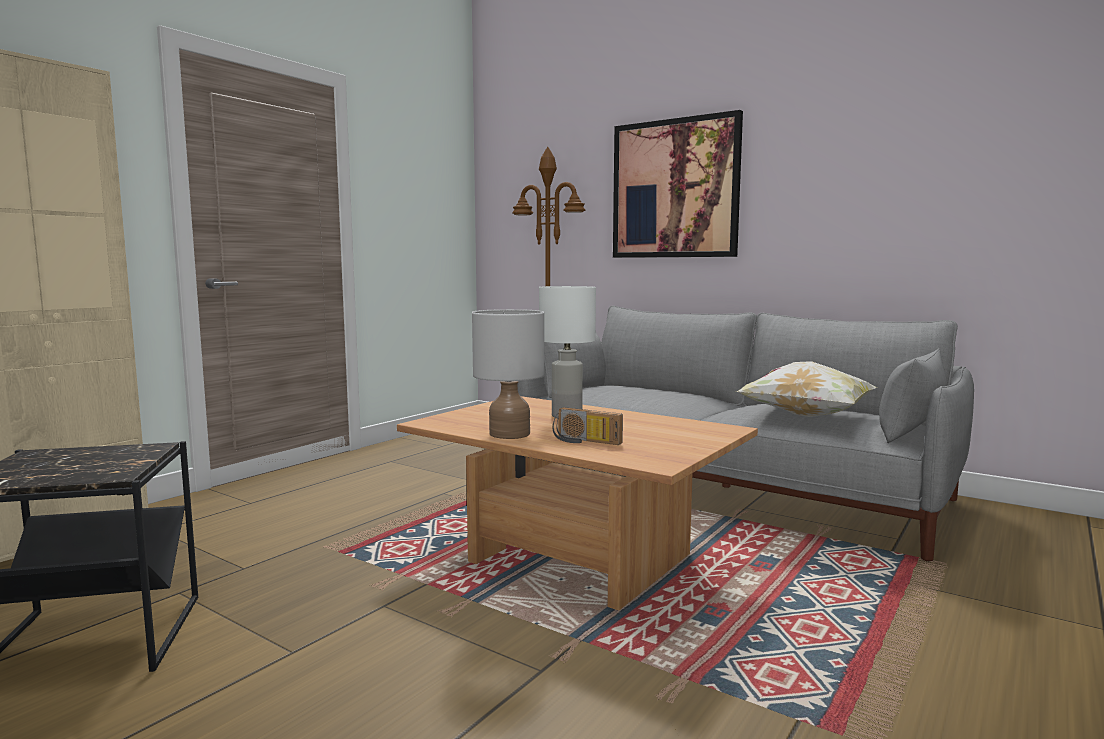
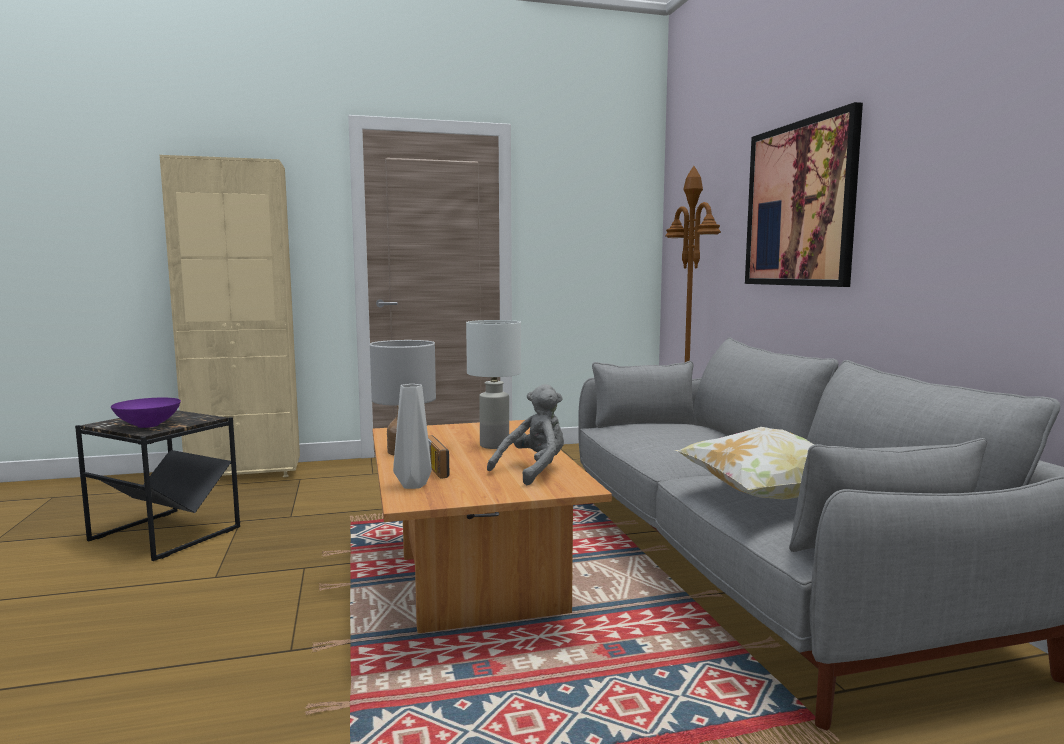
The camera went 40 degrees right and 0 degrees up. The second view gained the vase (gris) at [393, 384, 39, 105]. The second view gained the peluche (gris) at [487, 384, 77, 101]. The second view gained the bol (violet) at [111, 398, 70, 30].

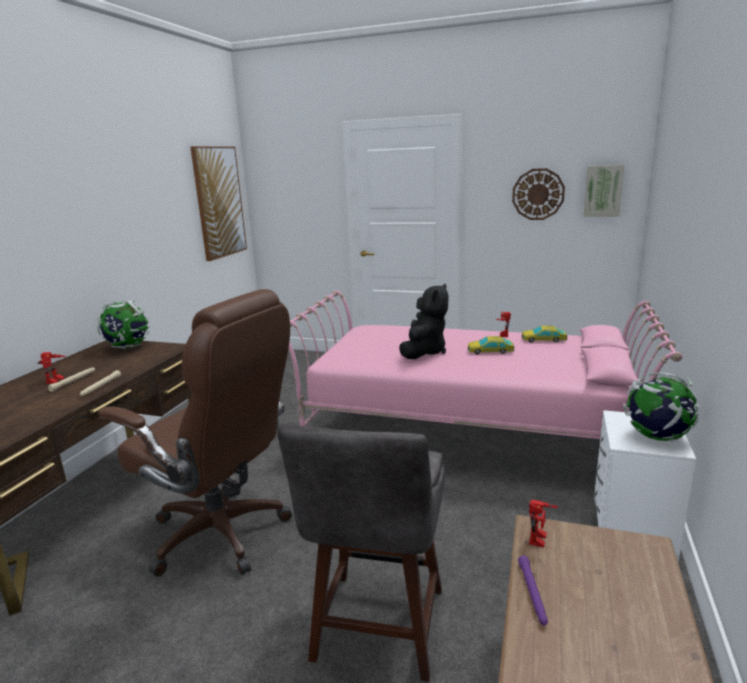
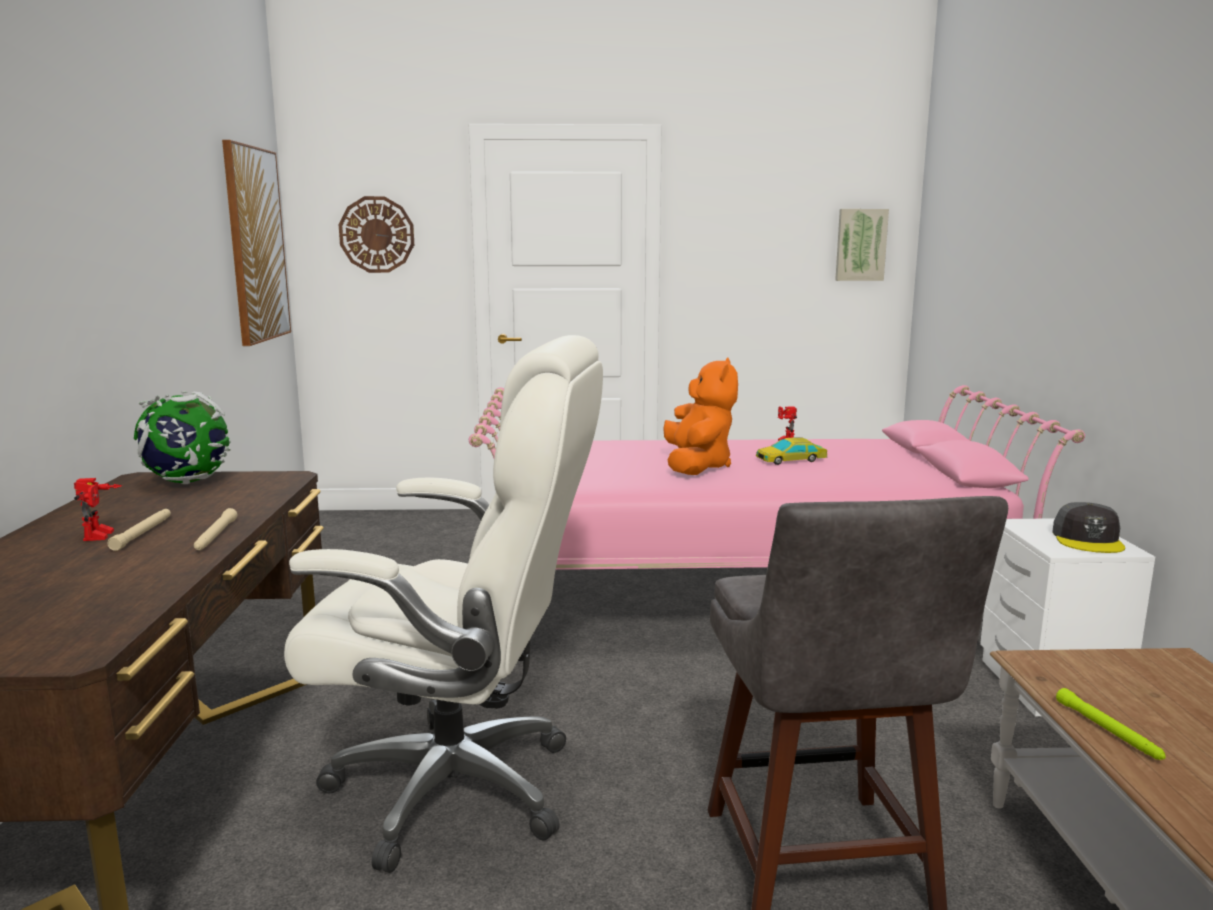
The camera went 20 degrees left and 5 degrees down. The horloge murale ended up elsewhere, having gone from [512, 168, 53, 52] to [339, 196, 75, 77]. What was the peluche (noir) at [399, 284, 50, 75] turned into the peluche (orange) at [663, 357, 75, 118]. What was the chaise de bureau (marron) at [98, 289, 194, 288] turned into the chaise de bureau (blanc) at [284, 335, 319, 538]. The second view lost the petite voiture at [522, 326, 45, 17]. Where the globe stood at [623, 373, 76, 68], the casquette (gris) came to stand at [1052, 502, 73, 51]. The second view lost the robot jouet at [529, 500, 30, 47]. What was the lampe de poche (violet) at [518, 555, 30, 71] turned into the lampe de poche (vert) at [1056, 688, 110, 72].

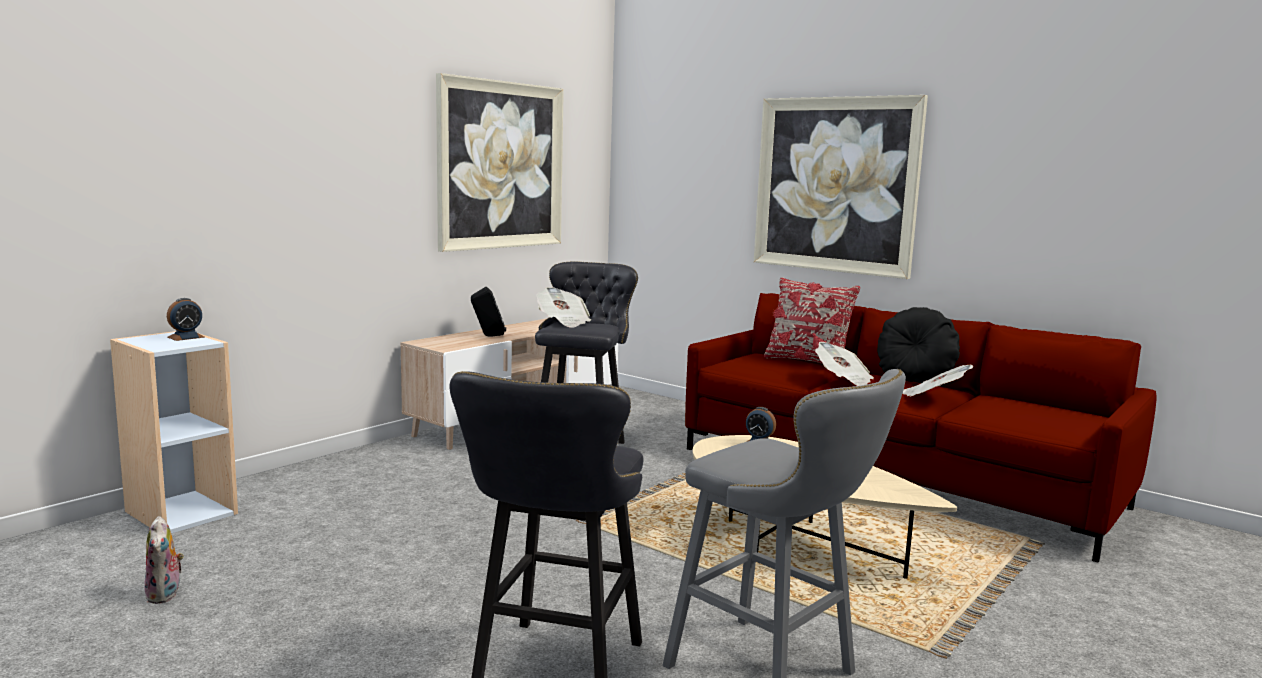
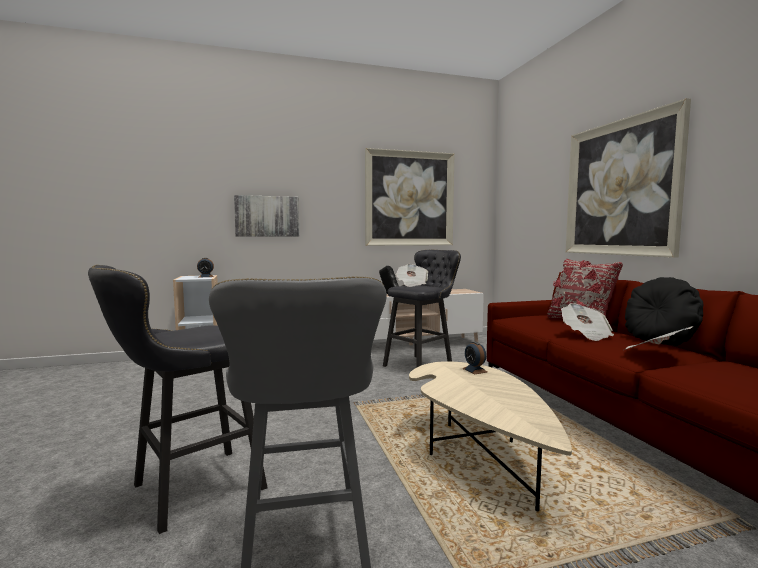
The camera went 35 degrees right and 5 degrees down. The second view lost the peluche at [145, 516, 39, 88]. The second view gained the tableau at [234, 195, 65, 42].

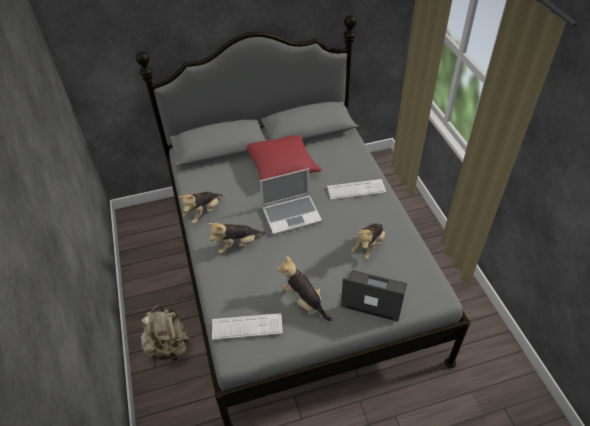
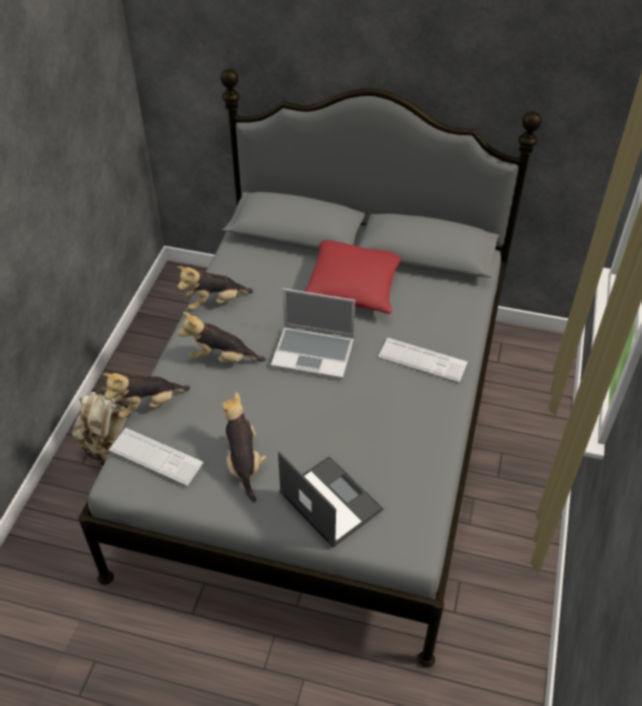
The camera went 30 degrees right and 0 degrees up. The peluche ended up elsewhere, having gone from [351, 223, 34, 37] to [102, 373, 88, 45].

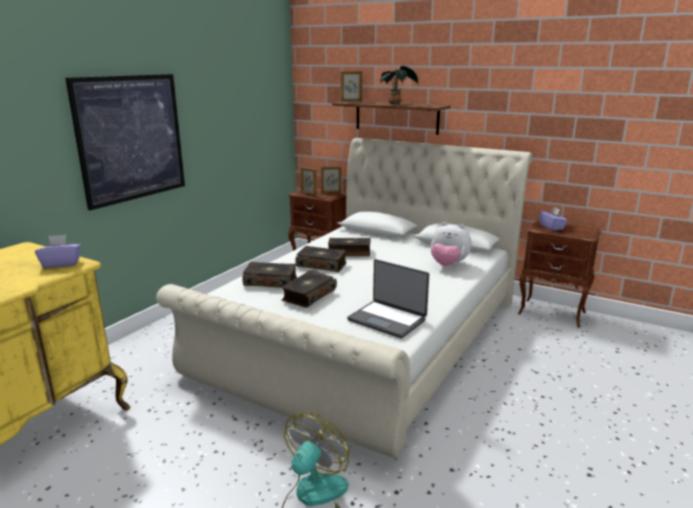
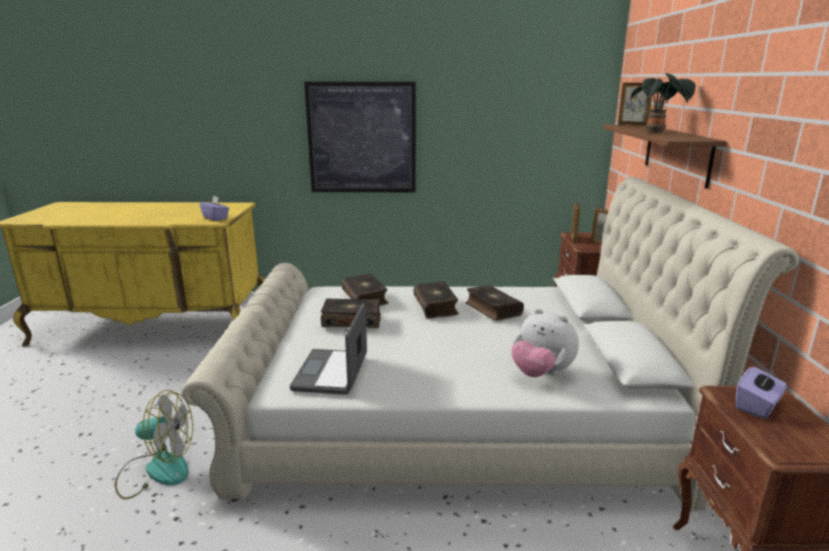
The camera went 60 degrees right and 0 degrees up. The peluche at [431, 222, 41, 44] ended up facing another way, 45 degrees counterclockwise from before.

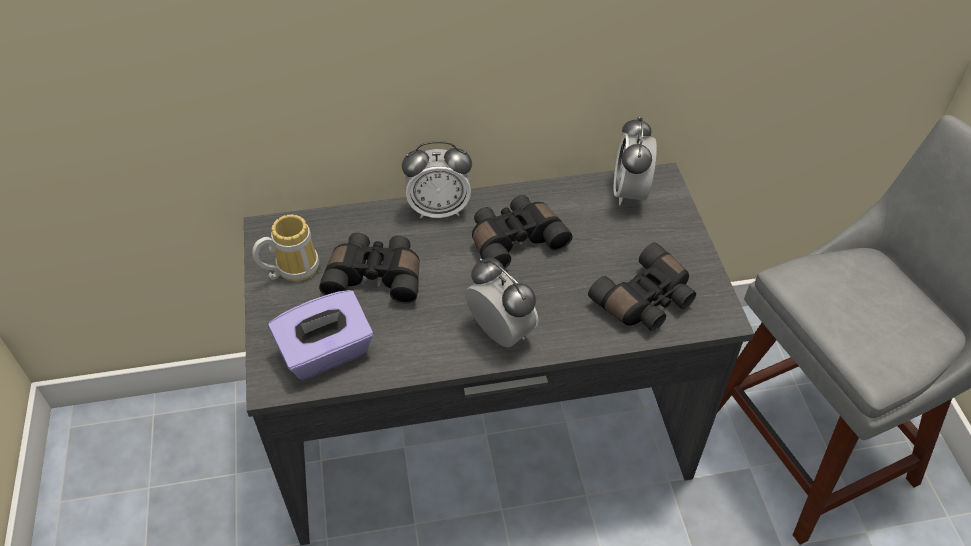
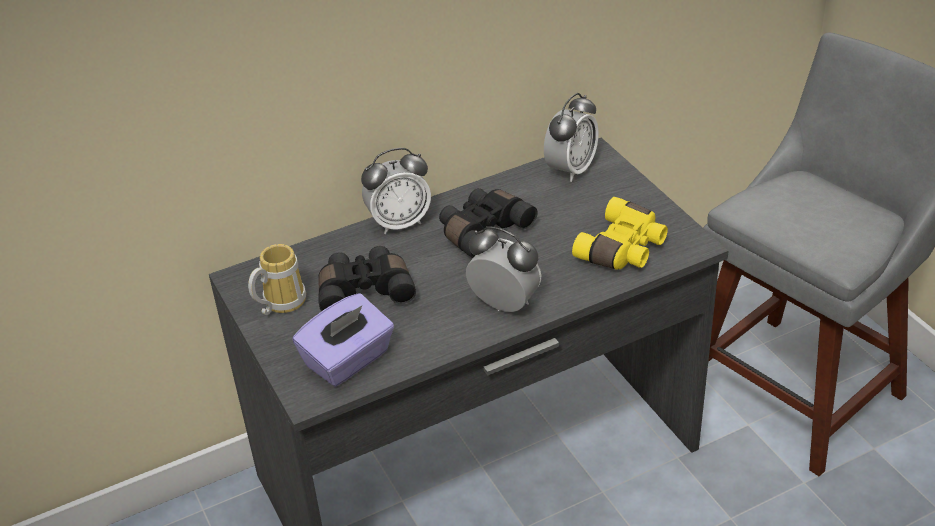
The camera went 15 degrees left and 10 degrees down. The réveil at [614, 116, 43, 89] ended up facing another way, 135 degrees counterclockwise from before. What was the jumelles (noir) at [588, 242, 108, 89] turned into the jumelles (jaune) at [572, 197, 96, 73].

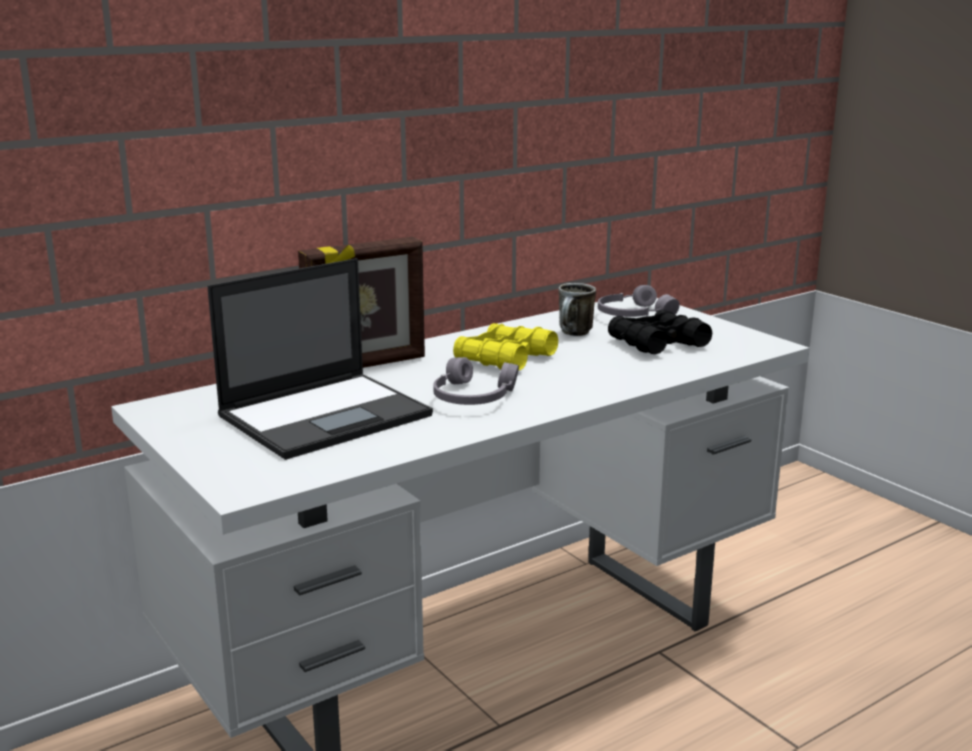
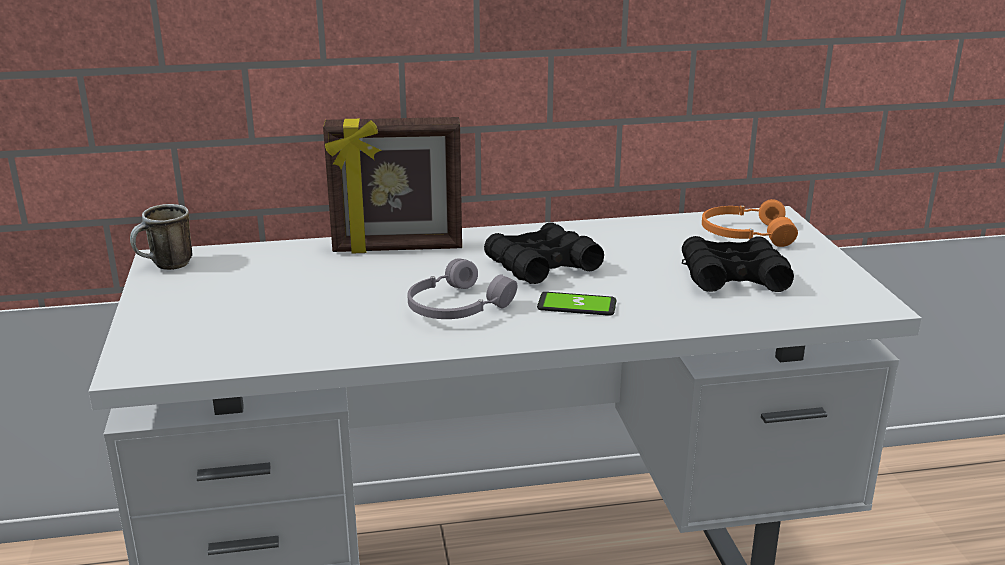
The camera went 25 degrees right and 5 degrees up. The second view lost the ordinateur portable at [207, 258, 226, 202]. The mug ended up elsewhere, having gone from [559, 283, 37, 53] to [130, 204, 63, 66]. What was the casque audio (gris) at [598, 285, 82, 32] turned into the casque audio (orange) at [702, 199, 96, 48]. What was the jumelles (jaune) at [453, 323, 105, 47] turned into the jumelles (noir) at [484, 222, 120, 62]. The second view gained the téléphone at [537, 292, 79, 24].

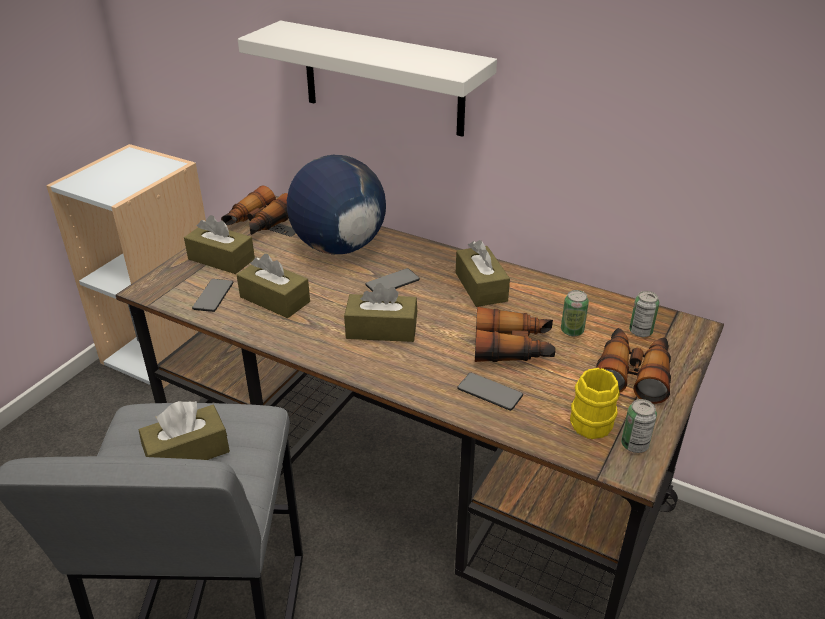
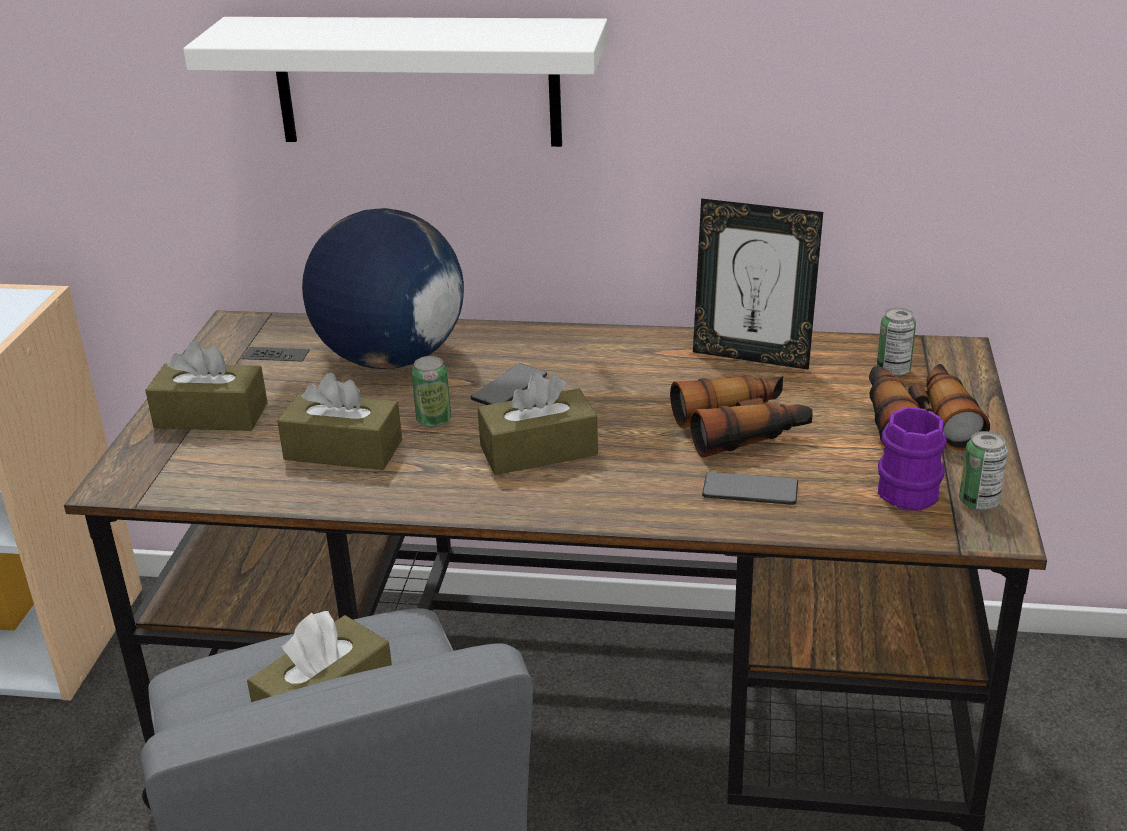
The camera went 20 degrees left and 5 degrees down. The second view lost the jumelles at [221, 185, 68, 50]. The second view lost the boîte à mouchoirs (marron) at [456, 240, 54, 67]. The second view lost the téléphone at [192, 279, 41, 33]. The boîte métallique ended up elsewhere, having gone from [561, 290, 28, 46] to [411, 356, 40, 71]. What was the mug (jaune) at [570, 368, 50, 71] turned into the mug (violet) at [878, 407, 69, 104]. The second view gained the cadre photo at [693, 198, 130, 172].

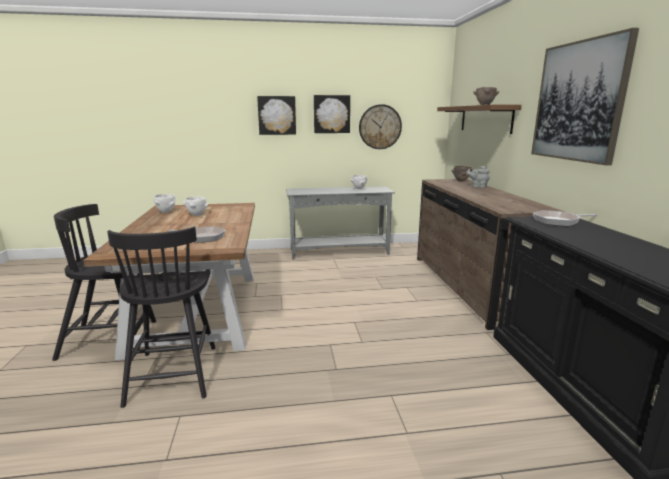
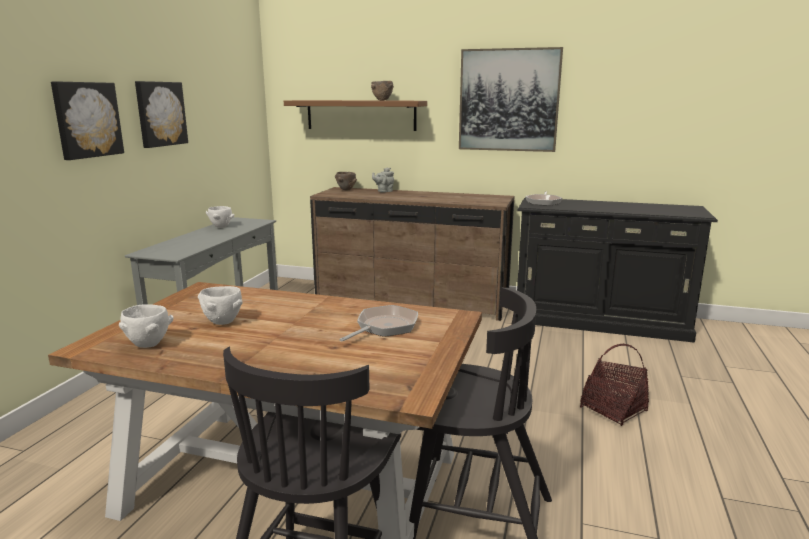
The camera went 65 degrees left and 0 degrees up. The second view lost the horloge murale at [359, 104, 43, 45]. The second view gained the panier at [580, 344, 69, 82].

